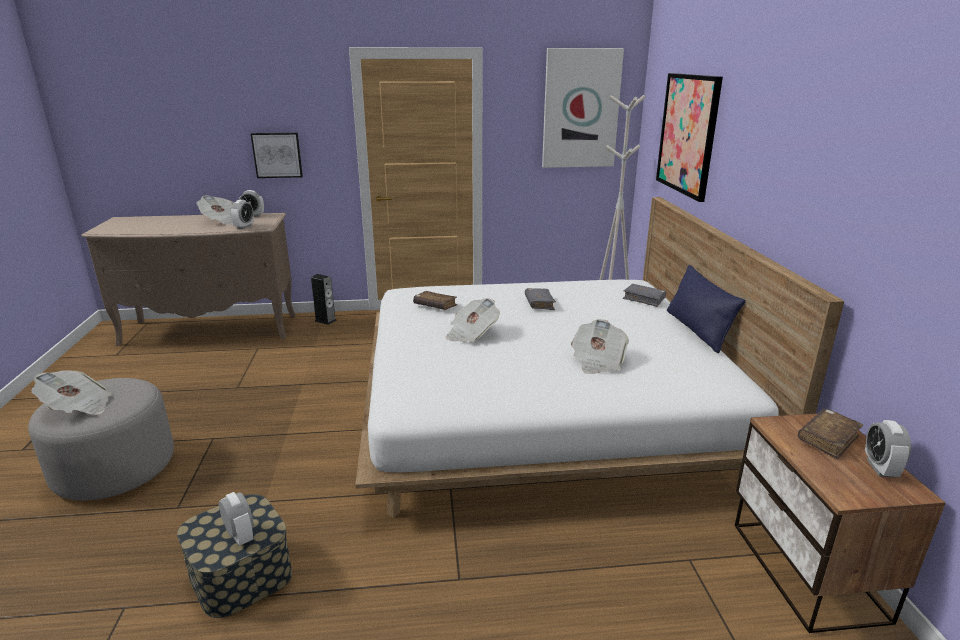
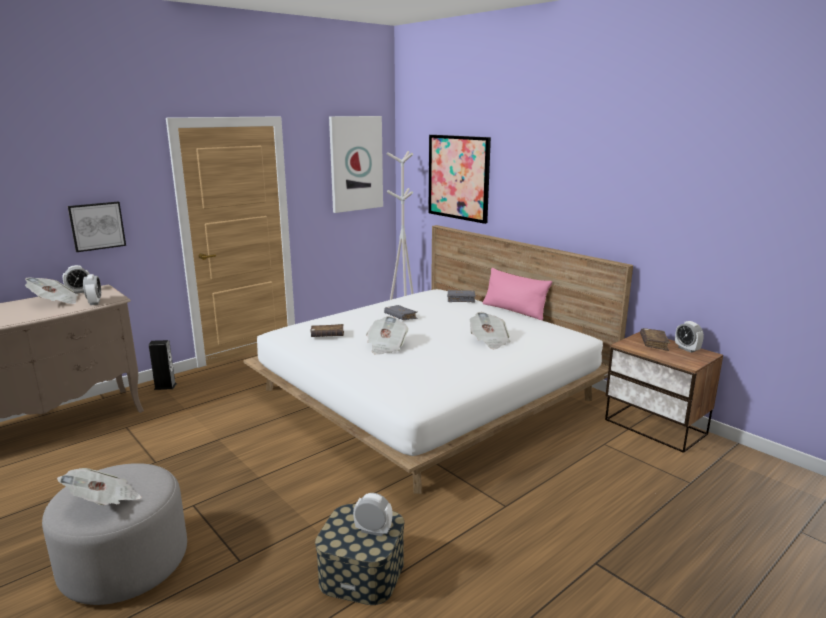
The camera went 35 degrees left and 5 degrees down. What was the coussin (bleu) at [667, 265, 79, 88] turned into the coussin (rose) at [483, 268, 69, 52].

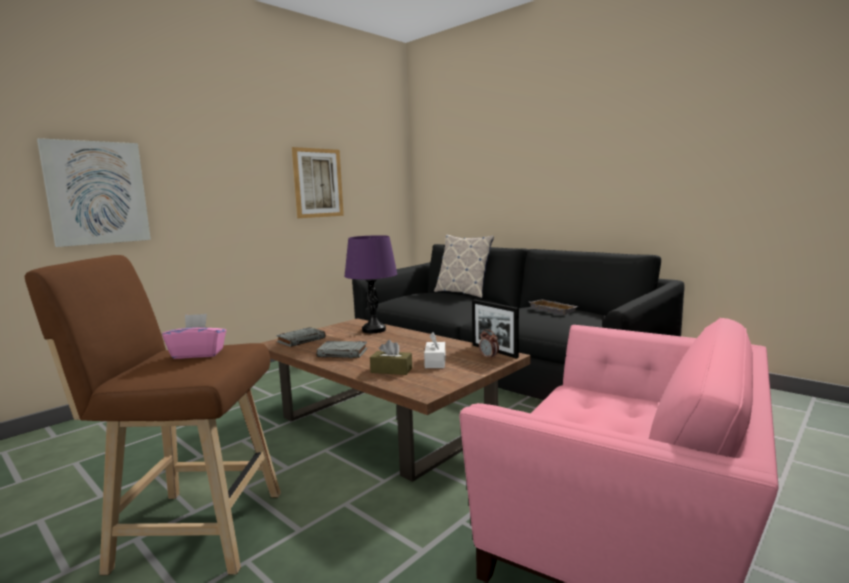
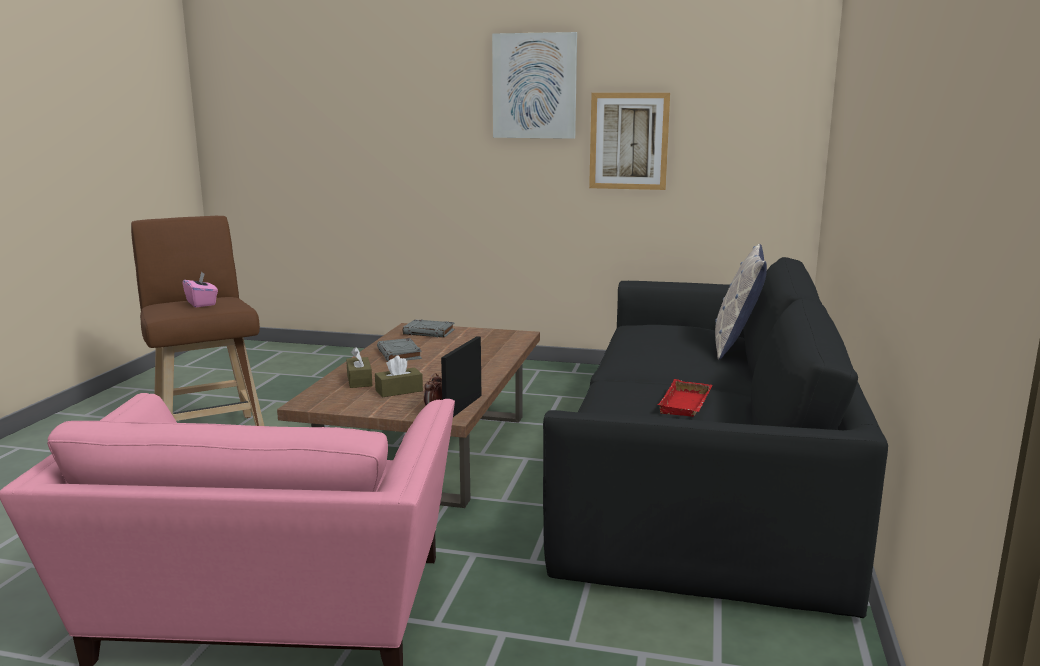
The camera went 60 degrees right and 5 degrees up. The tableau ended up elsewhere, having gone from [37, 138, 114, 109] to [492, 32, 85, 107]. The second view lost the lampe de table (violet) at [344, 235, 53, 98]. What was the plateau (gris) at [530, 299, 48, 16] turned into the plateau (rouge) at [658, 379, 54, 38]. What was the boîte à mouchoirs (blanc) at [424, 332, 22, 36] turned into the boîte à mouchoirs (marron) at [375, 356, 48, 41].

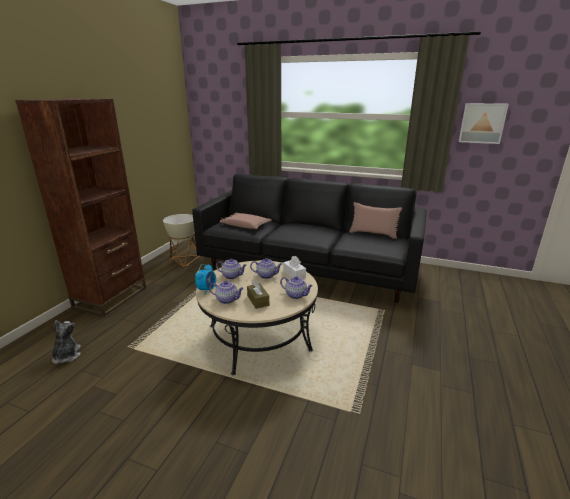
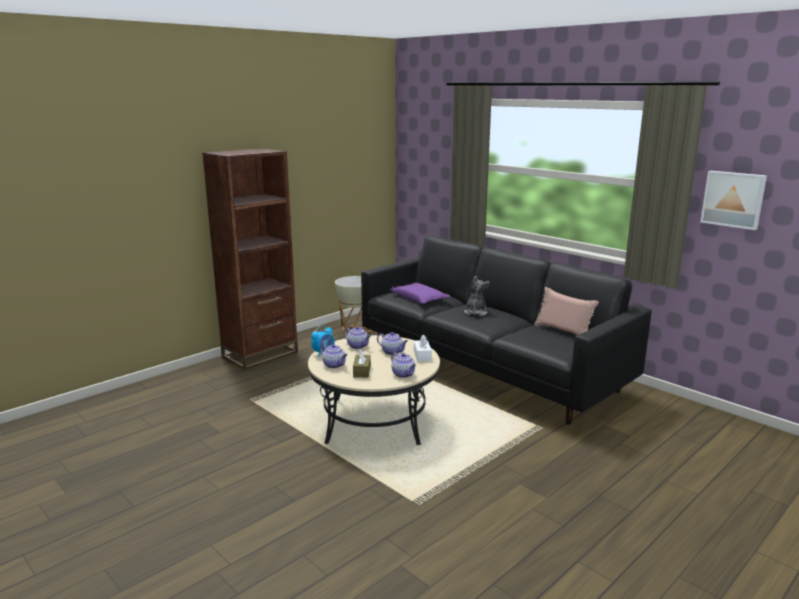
The camera went 25 degrees right and 5 degrees down. What was the coussin (beige) at [220, 212, 52, 17] turned into the coussin (violet) at [390, 282, 61, 22]. The peluche ended up elsewhere, having gone from [52, 320, 29, 44] to [464, 276, 26, 40].

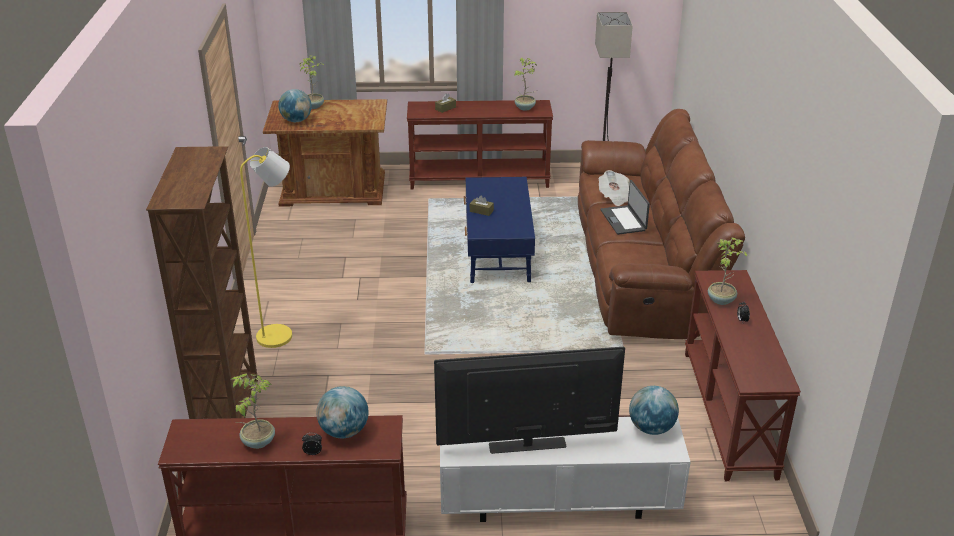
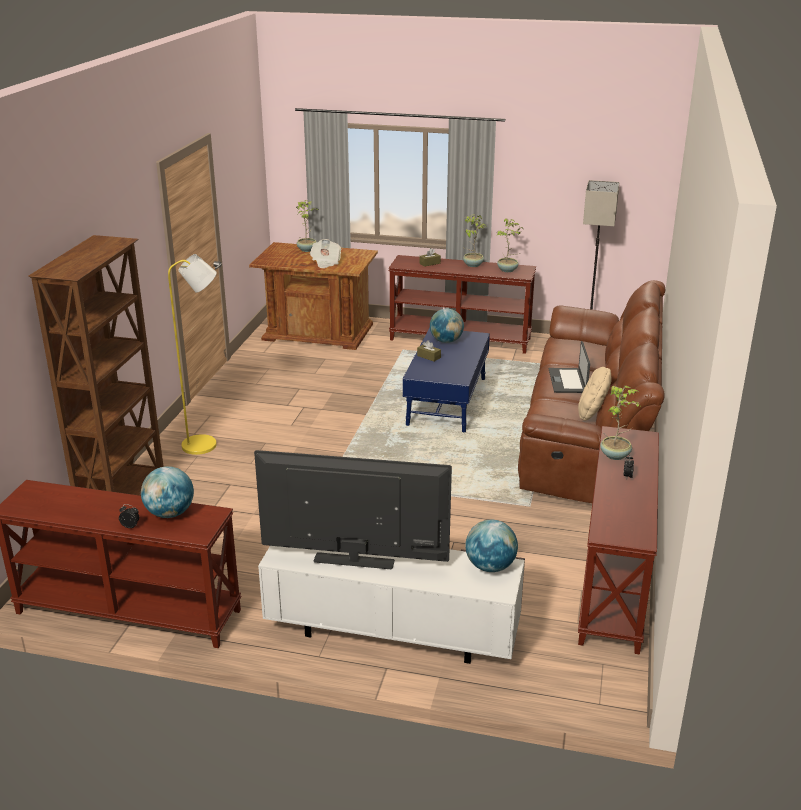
The camera went 15 degrees right and 5 degrees down. The globe ended up elsewhere, having gone from [278, 89, 34, 33] to [430, 309, 34, 34]. The journal ended up elsewhere, having gone from [599, 170, 31, 36] to [310, 239, 31, 29]. The plante en pot ended up elsewhere, having gone from [230, 373, 45, 76] to [463, 214, 23, 53]. The second view gained the coussin (beige) at [578, 367, 34, 53].

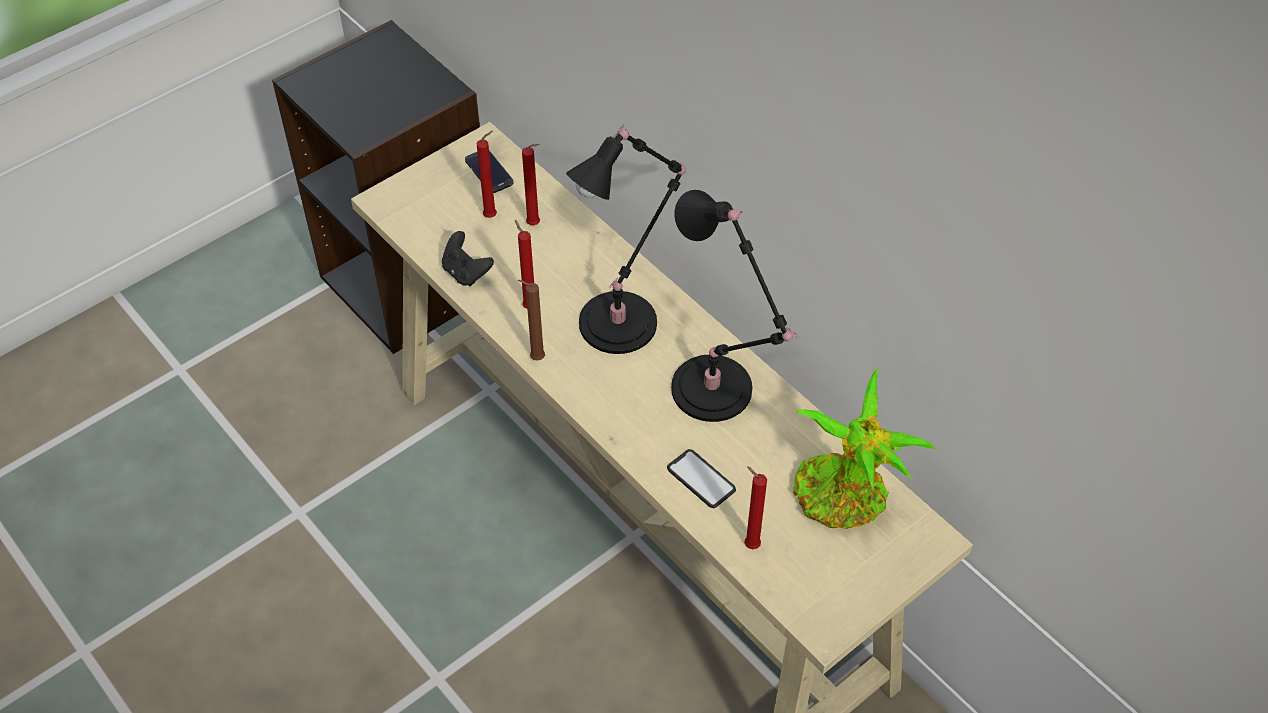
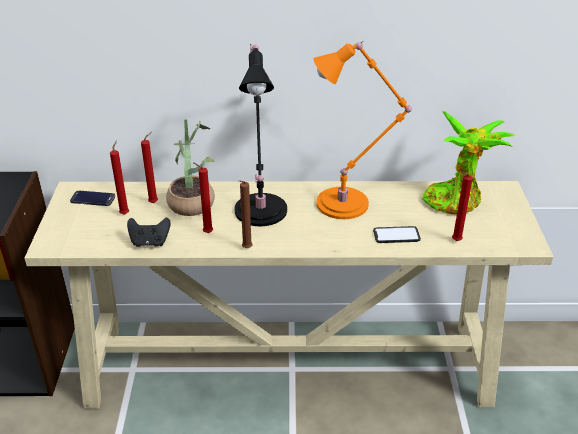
The camera went 50 degrees left and 15 degrees down. What was the lampe de table (noir) at [671, 190, 127, 232] turned into the lampe de table (orange) at [313, 41, 99, 178]. The second view gained the plante en pot at [166, 119, 49, 97].

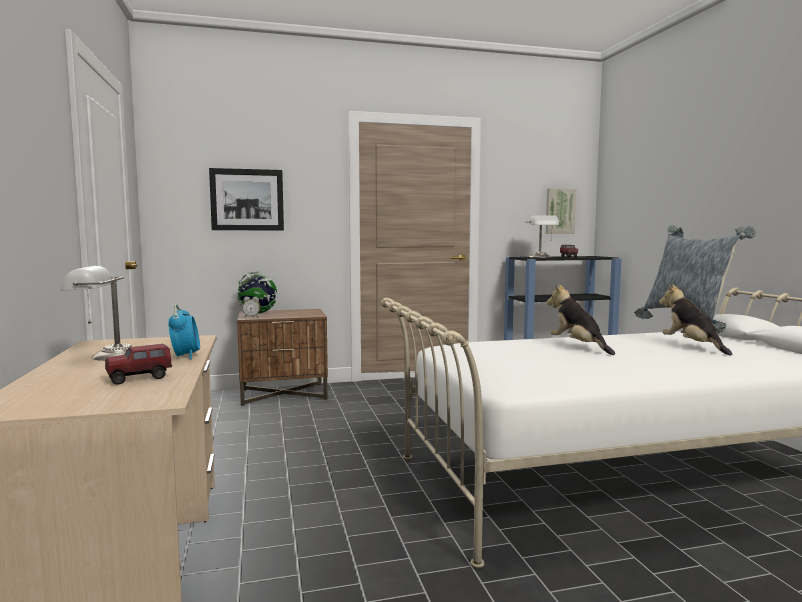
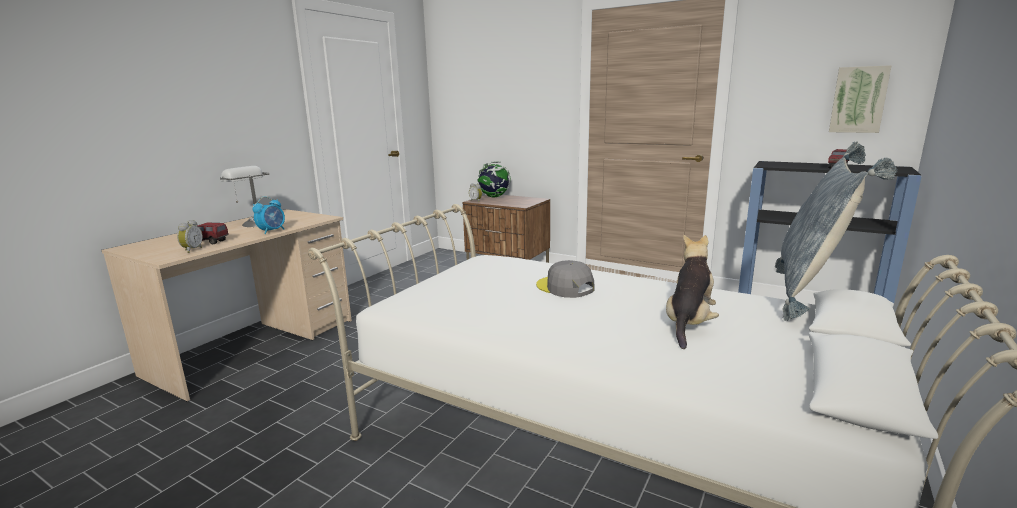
The camera went 45 degrees right and 10 degrees up. The second view lost the tableau at [209, 168, 75, 62]. The second view lost the lampe de table (blanc) at [526, 215, 34, 42]. Where the peluche stood at [547, 284, 68, 71], the casquette (gris) came to stand at [536, 260, 59, 38]. The second view gained the réveil at [177, 220, 26, 33].

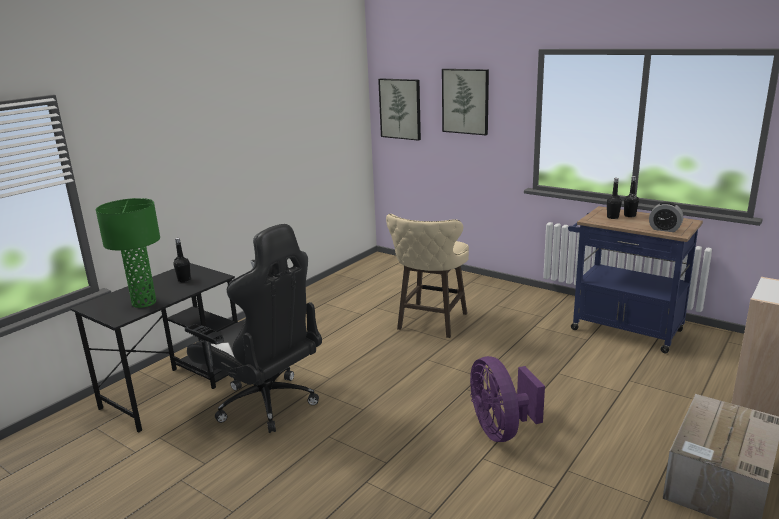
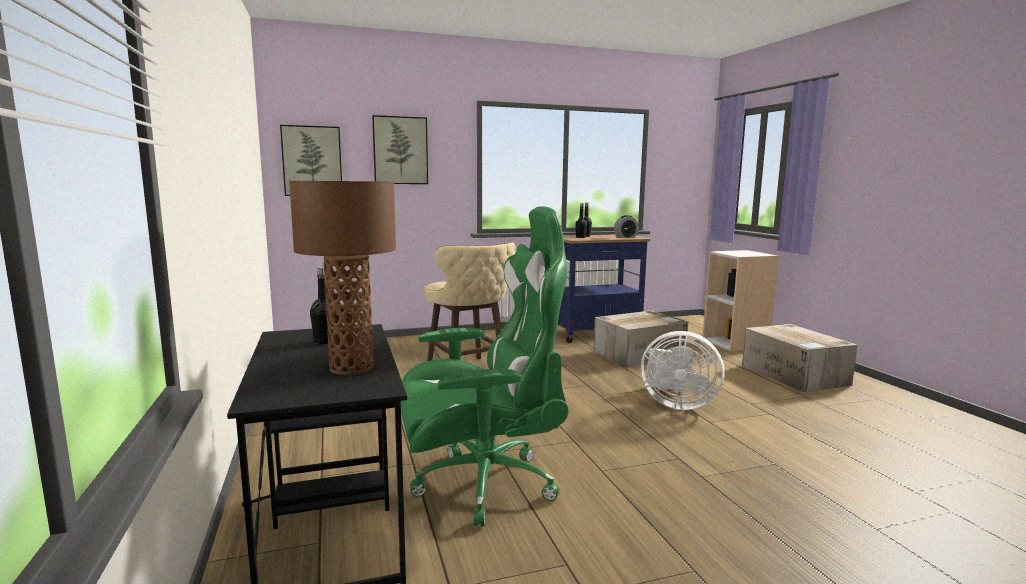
The camera went 55 degrees left and 10 degrees down. What was the lampe de table (vert) at [96, 198, 64, 110] turned into the lampe de table (marron) at [289, 181, 107, 194]. What was the chaise de bureau (noir) at [185, 224, 137, 209] turned into the chaise de bureau (vert) at [401, 206, 167, 321]. What was the ventilateur (violet) at [470, 356, 75, 86] turned into the ventilateur (blanc) at [641, 331, 84, 79]. The second view gained the carton at [593, 310, 95, 58].

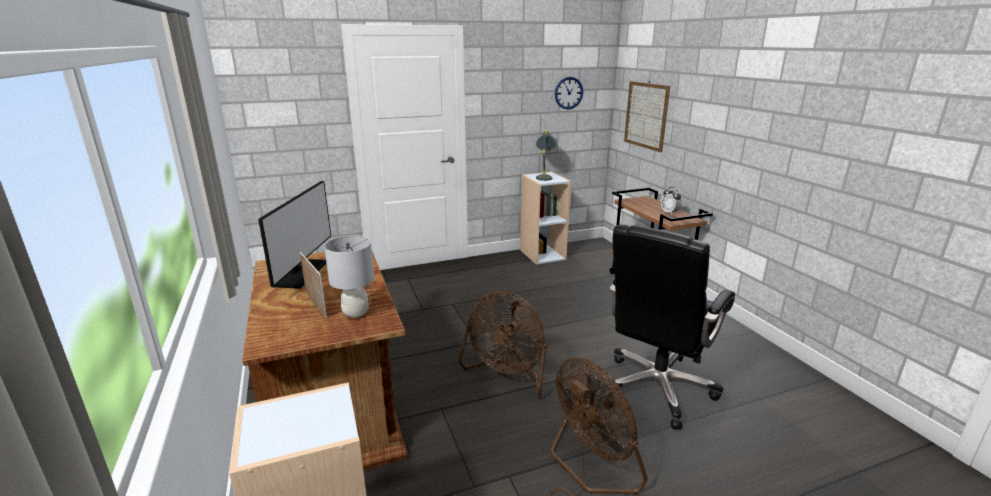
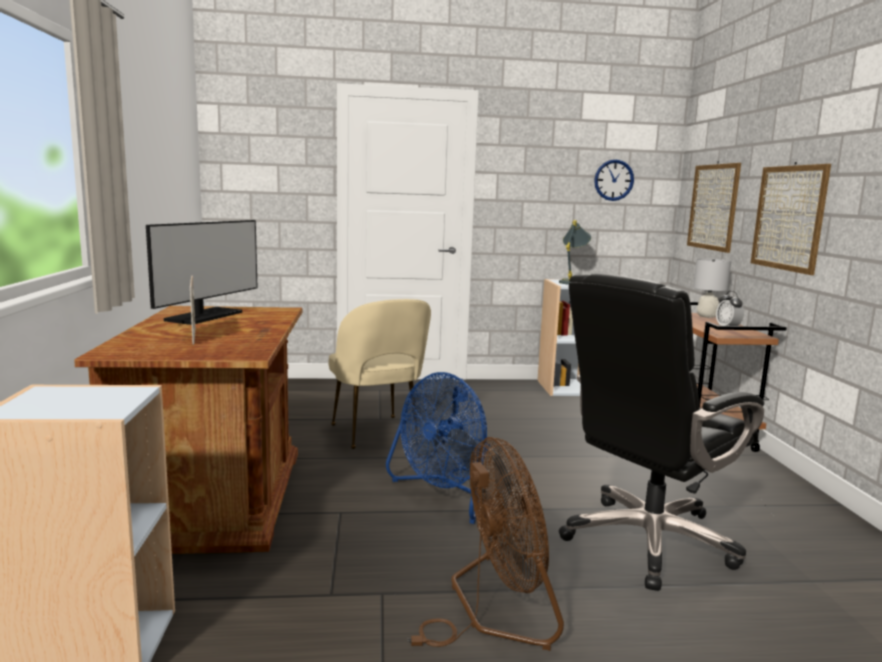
The camera went 15 degrees right and 10 degrees down. The lampe de table (gris) ended up elsewhere, having gone from [324, 236, 50, 82] to [693, 258, 38, 60]. What was the ventilateur (marron) at [459, 291, 89, 107] turned into the ventilateur (bleu) at [386, 372, 104, 152]. The second view gained the tableau at [751, 162, 80, 113]. The second view gained the chaise (beige) at [328, 299, 103, 150].

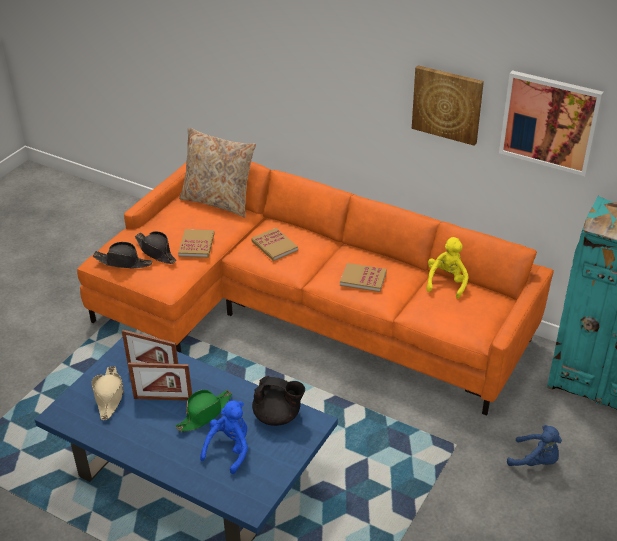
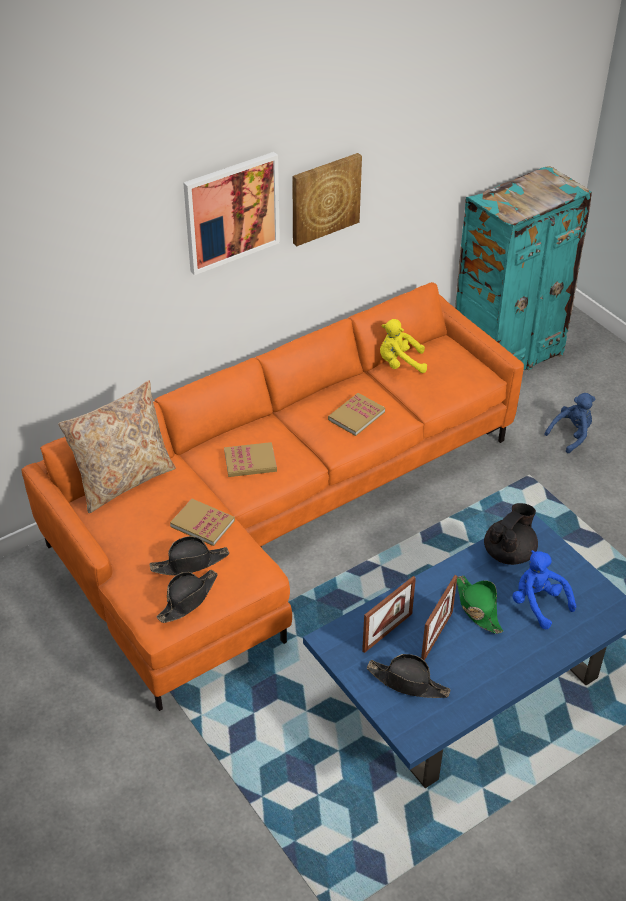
The camera went 65 degrees left and 5 degrees up. The tableau ended up elsewhere, having gone from [499, 70, 105, 106] to [183, 152, 97, 123]. The peluche (jaune) at [426, 237, 43, 62] ended up facing another way, 45 degrees counterclockwise from before. What was the chapeau (beige) at [91, 366, 33, 54] turned into the chapeau (noir) at [367, 654, 83, 44].

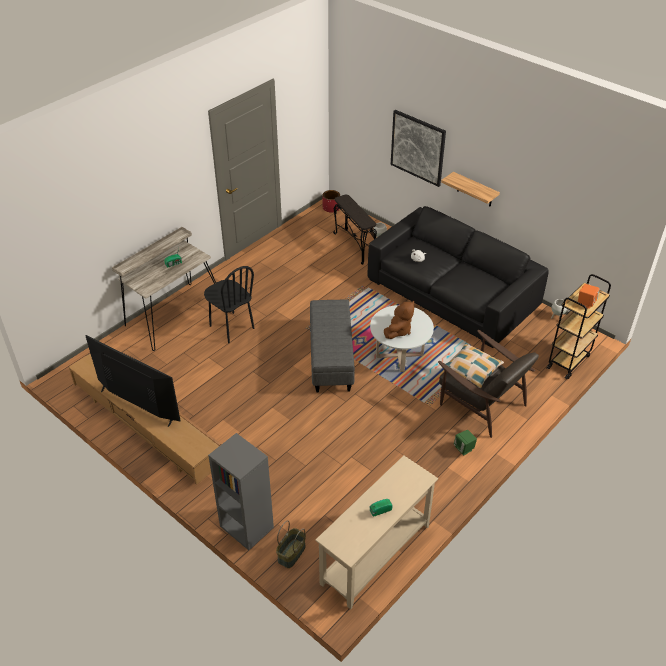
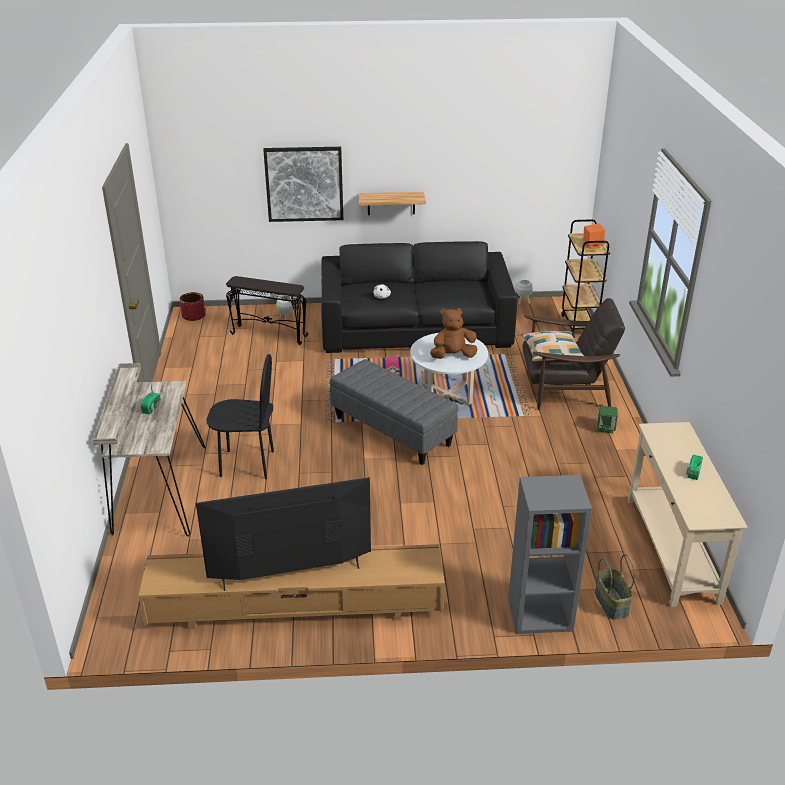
The camera went 45 degrees left and 10 degrees down. The peluche (marron) at [384, 301, 30, 38] ended up facing another way, 90 degrees counterclockwise from before.

